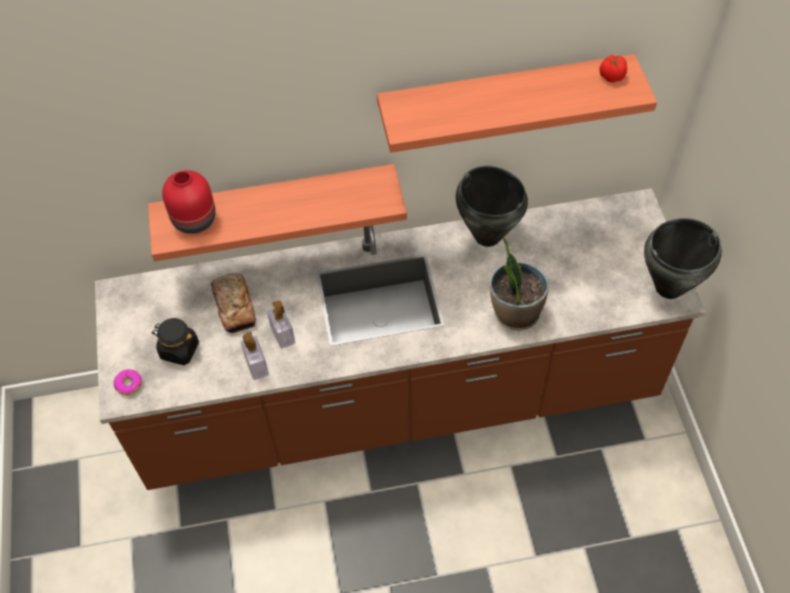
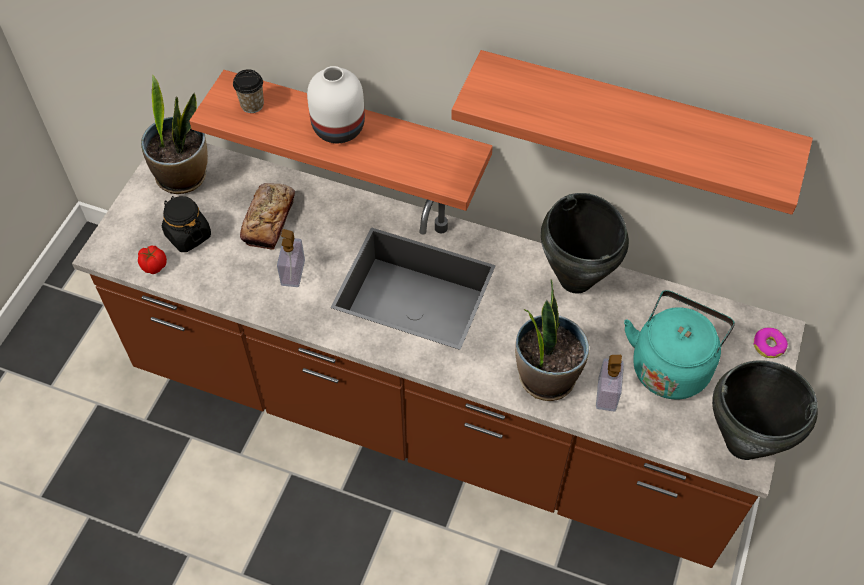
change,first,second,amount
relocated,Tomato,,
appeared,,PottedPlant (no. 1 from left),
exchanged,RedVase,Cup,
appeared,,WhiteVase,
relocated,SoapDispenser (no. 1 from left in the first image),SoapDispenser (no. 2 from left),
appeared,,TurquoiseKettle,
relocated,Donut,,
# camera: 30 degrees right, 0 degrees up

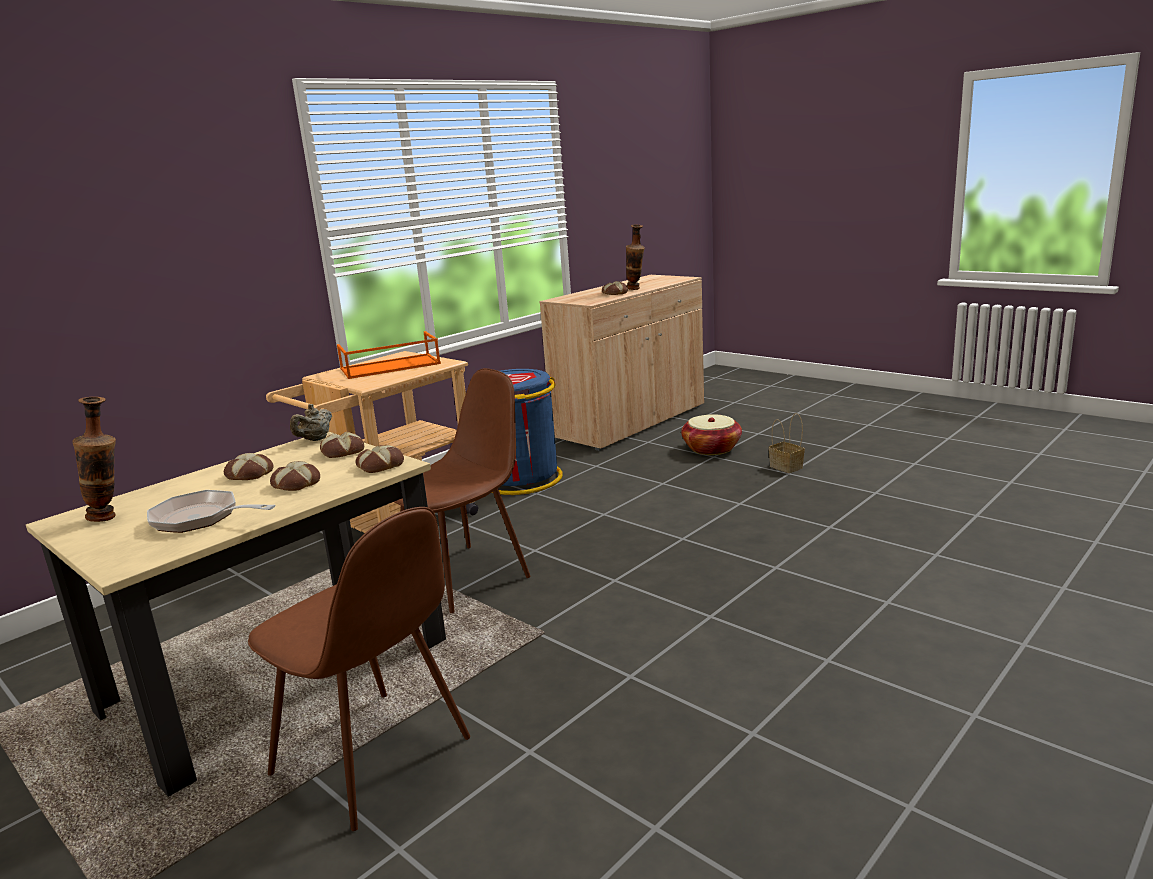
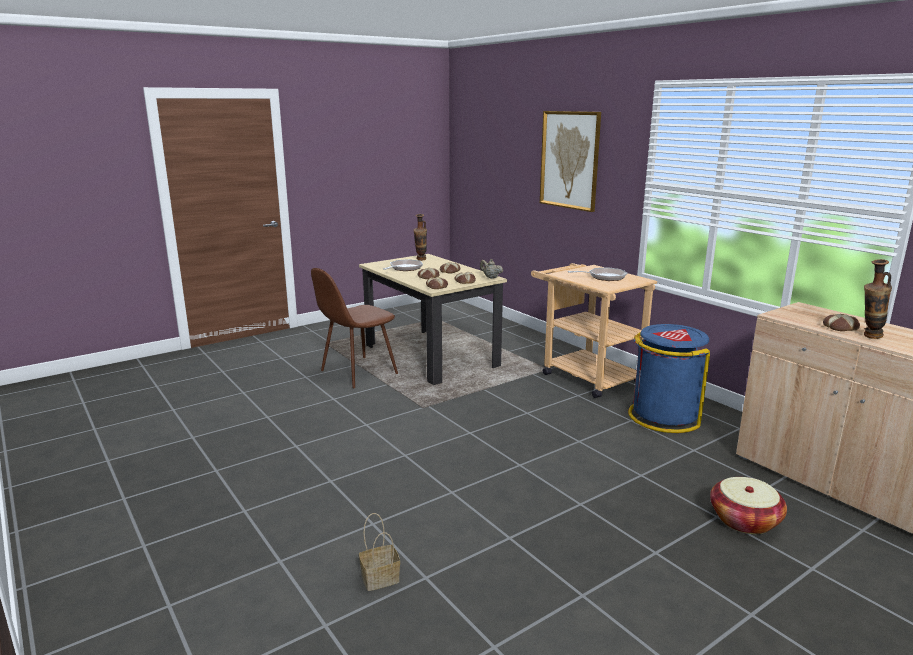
change,first,second,amount
relocated,Basket (no. 2 from left in the first image),Basket (no. 1 from left),
appeared,,Picture,
exchanged,OrangeTray,FryingPan (no. 2 from left),
missing,BrownChair (no. 2 from left),,
# camera: 100 degrees right, 0 degrees up

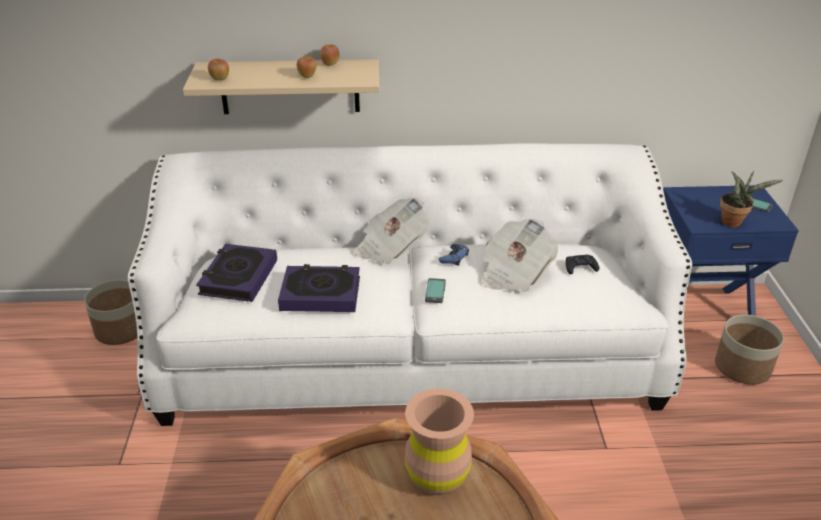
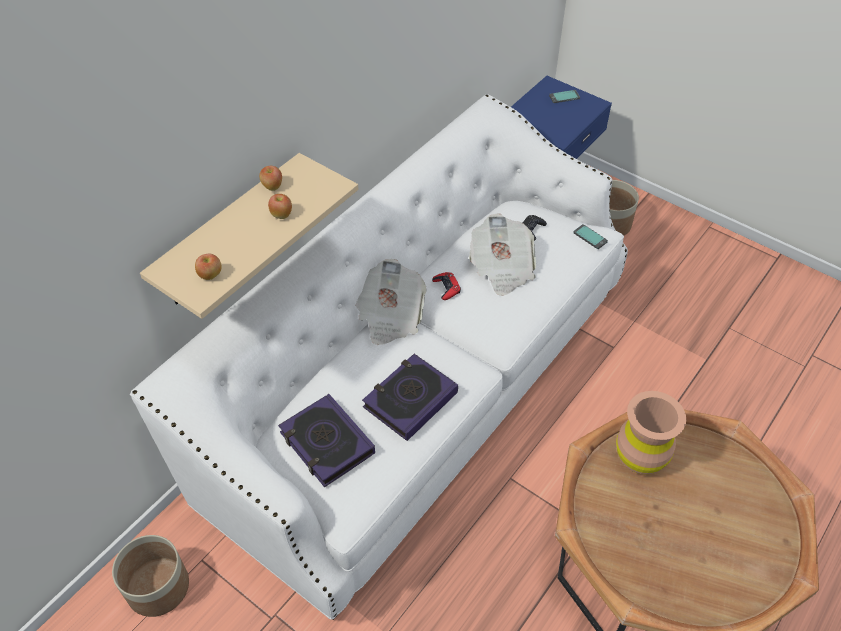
change,first,second,amount
colour,BlueGameController,RedGameController,
relocated,Phone (no. 1 from left in the first image),Phone (no. 2 from left),
missing,PottedPlant,,
# camera: 50 degrees left, 15 degrees up

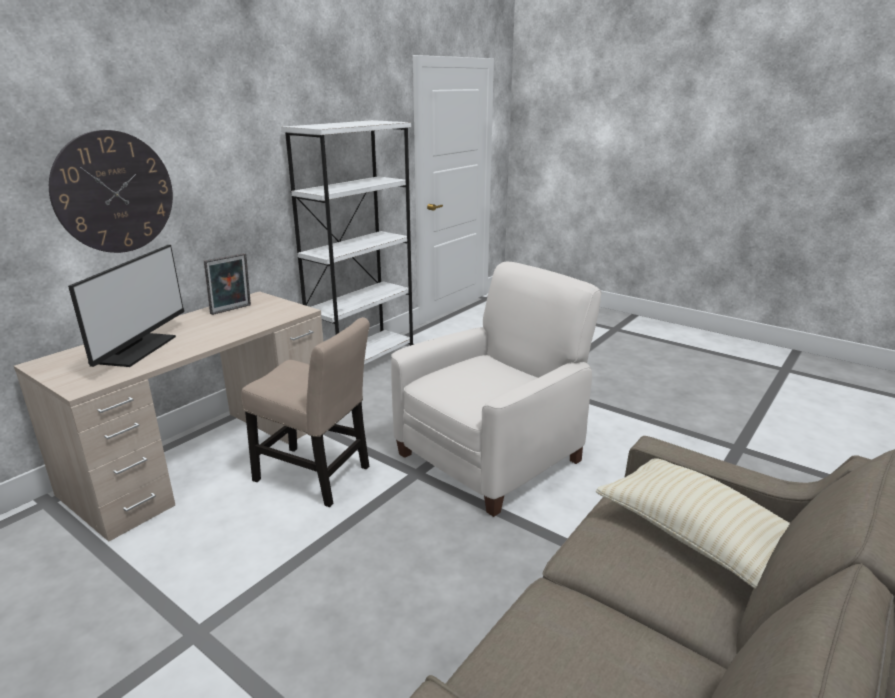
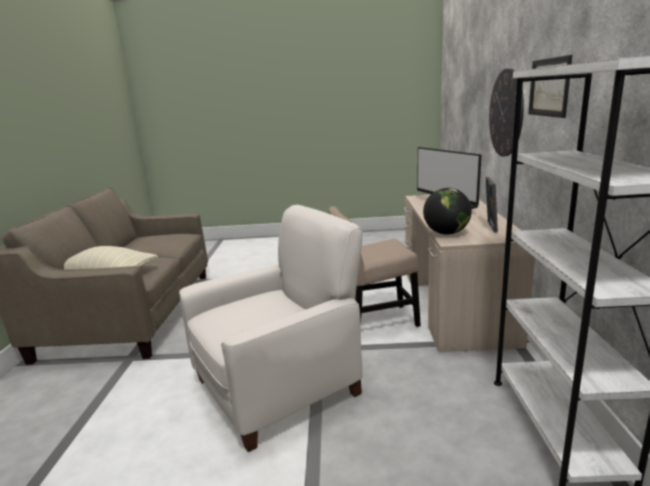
change,first,second,amount
spun,WhiteArmchair,,135 degrees counterclockwise
appeared,,Globe,
appeared,,Picture,
# camera: 145 degrees right, 5 degrees down

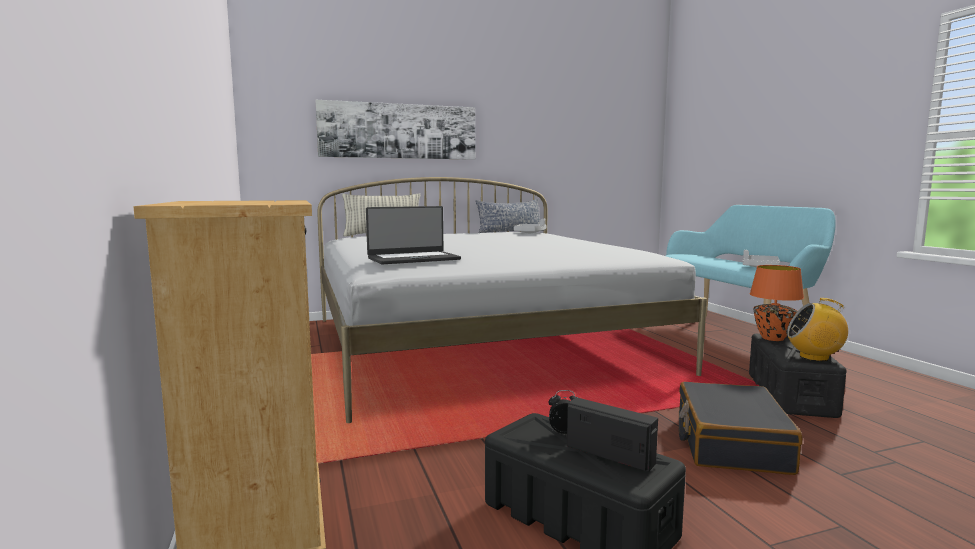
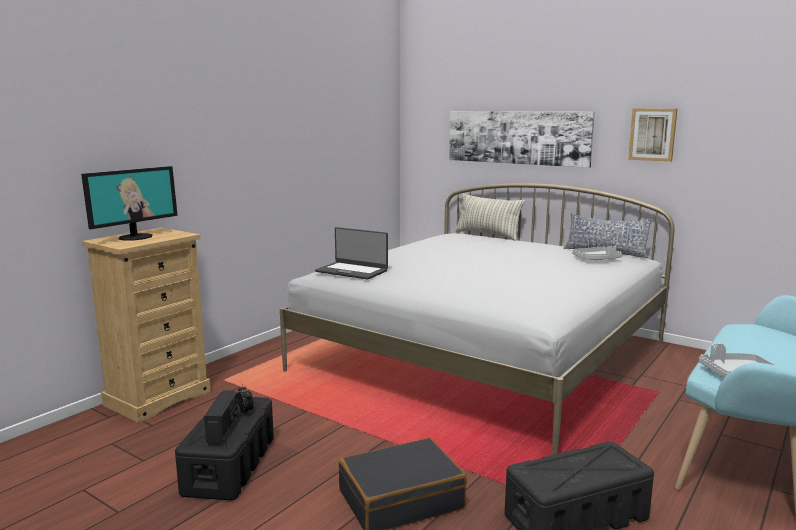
change,first,second,amount
appeared,,Monitor,
appeared,,Picture (no. 2 from left),
missing,OrangeTableLamp,,
missing,Radio (no. 2 from left),,
# camera: 55 degrees right, 5 degrees up

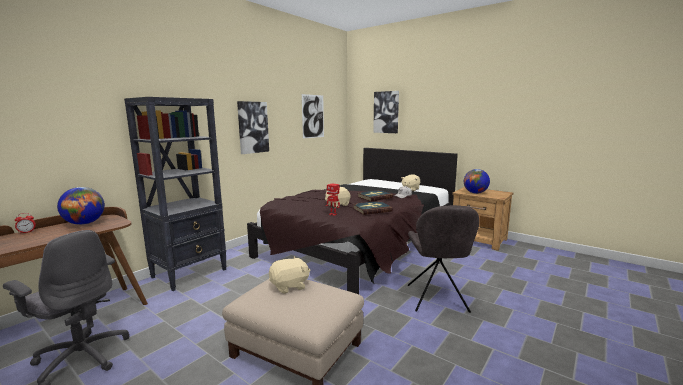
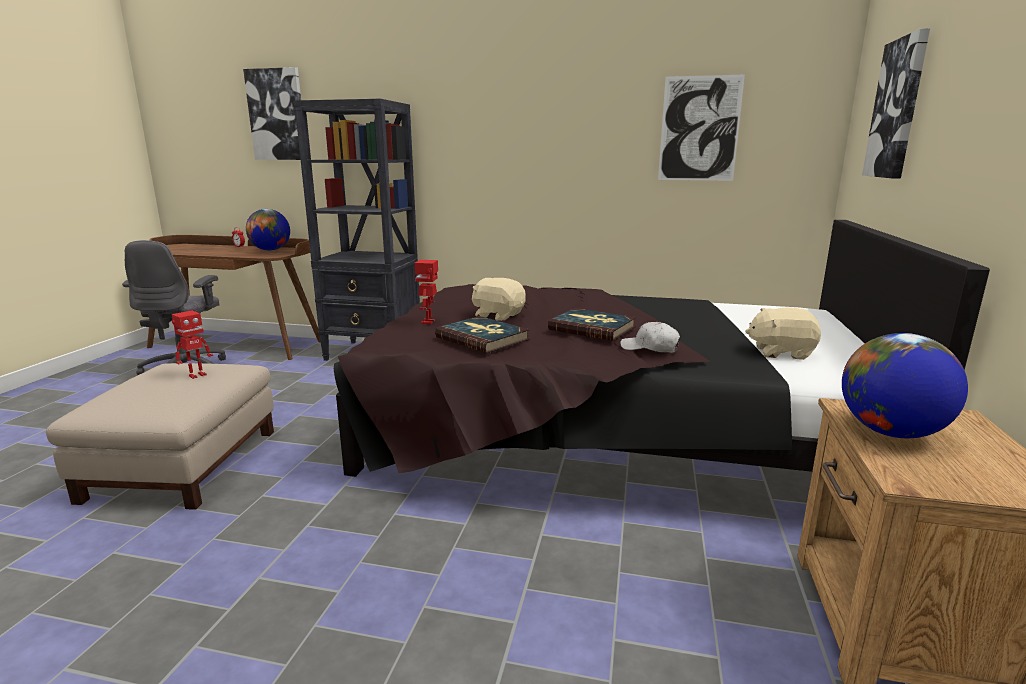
change,first,second,amount
exchanged,BeigePlushToy (no. 1 from left),ToyRobot (no. 1 from left),
relocated,Picture (no. 1 from left),,
missing,GreyChair,,
# camera: 65 degrees right, 5 degrees up

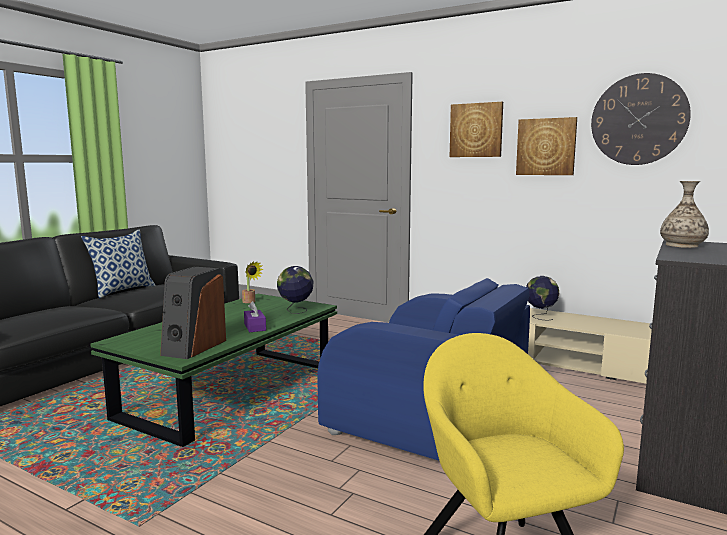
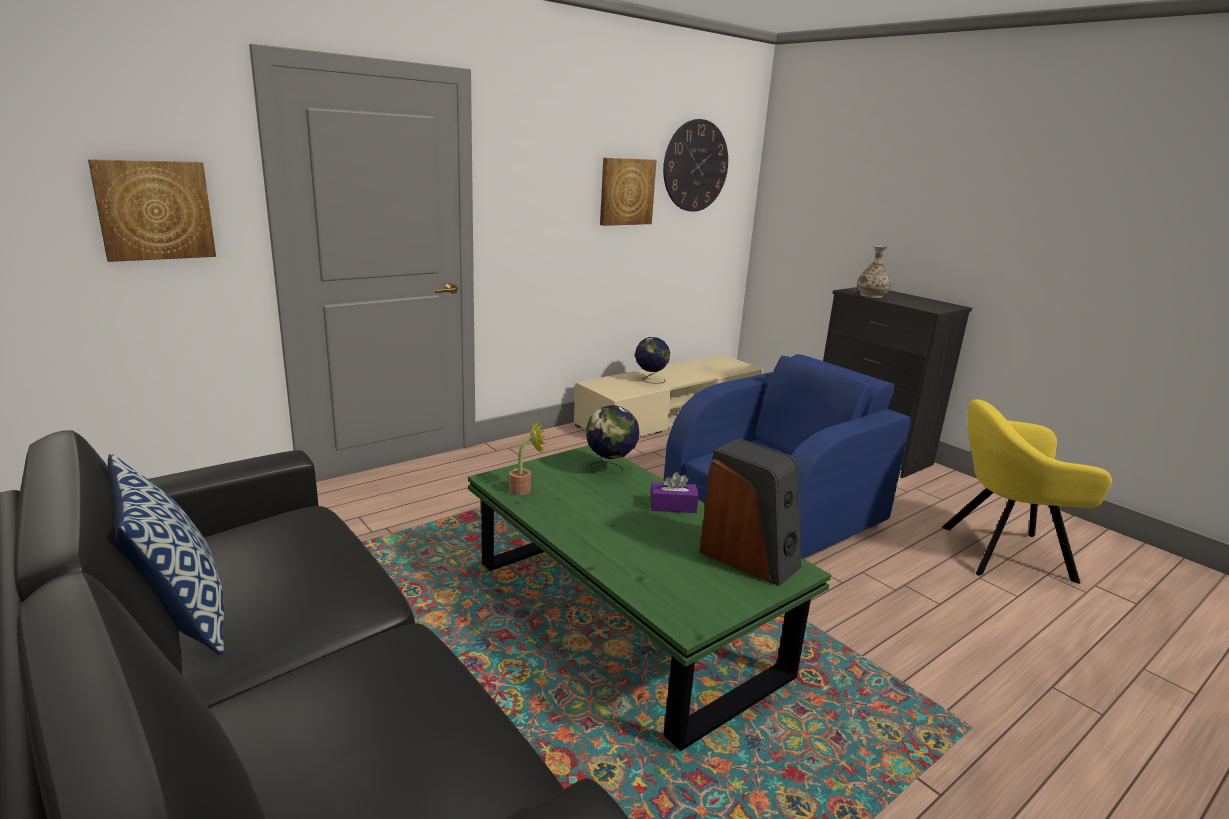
change,first,second,amount
relocated,Picture (no. 1 from left),,
# camera: 70 degrees left, 10 degrees up

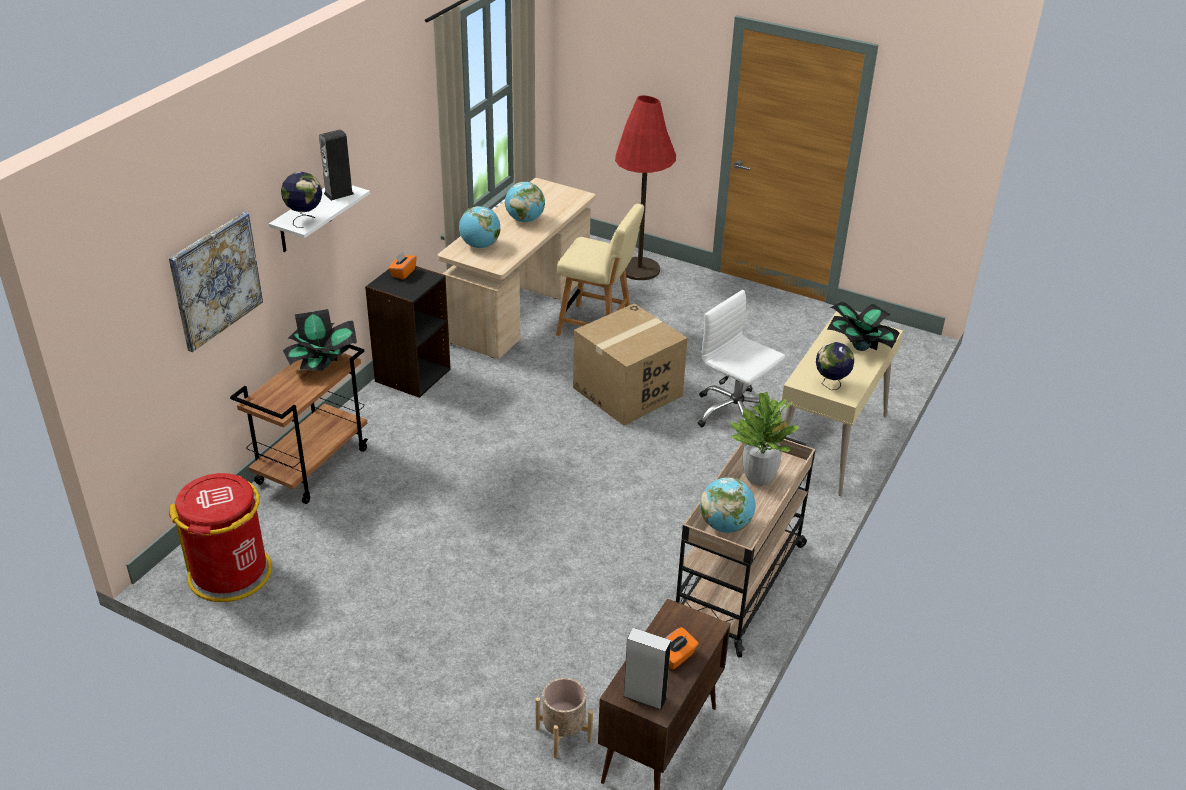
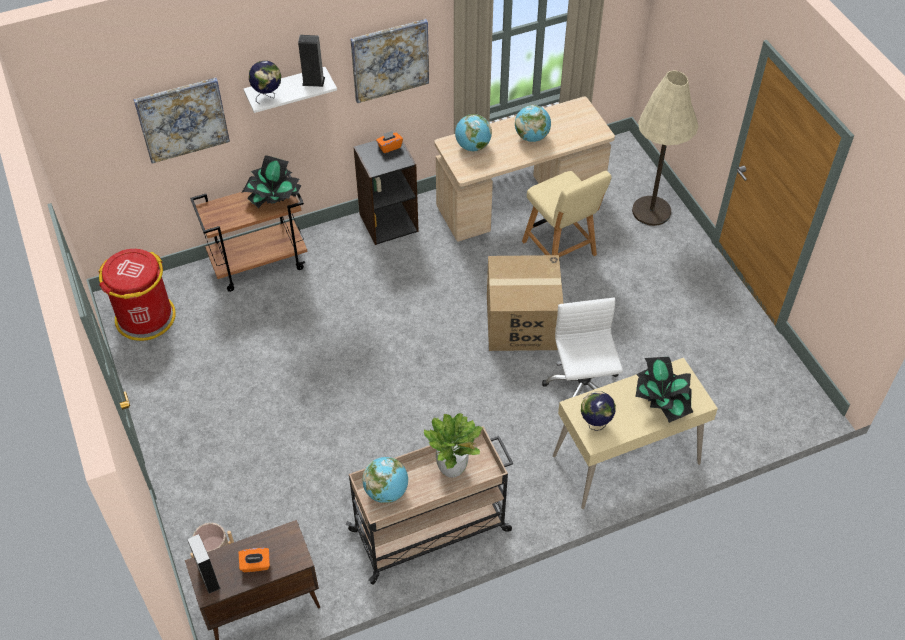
change,first,second,amount
appeared,,Picture (no. 2 from left),
colour,RedFloorLamp,BeigeFloorLamp,
# camera: 40 degrees right, 15 degrees up

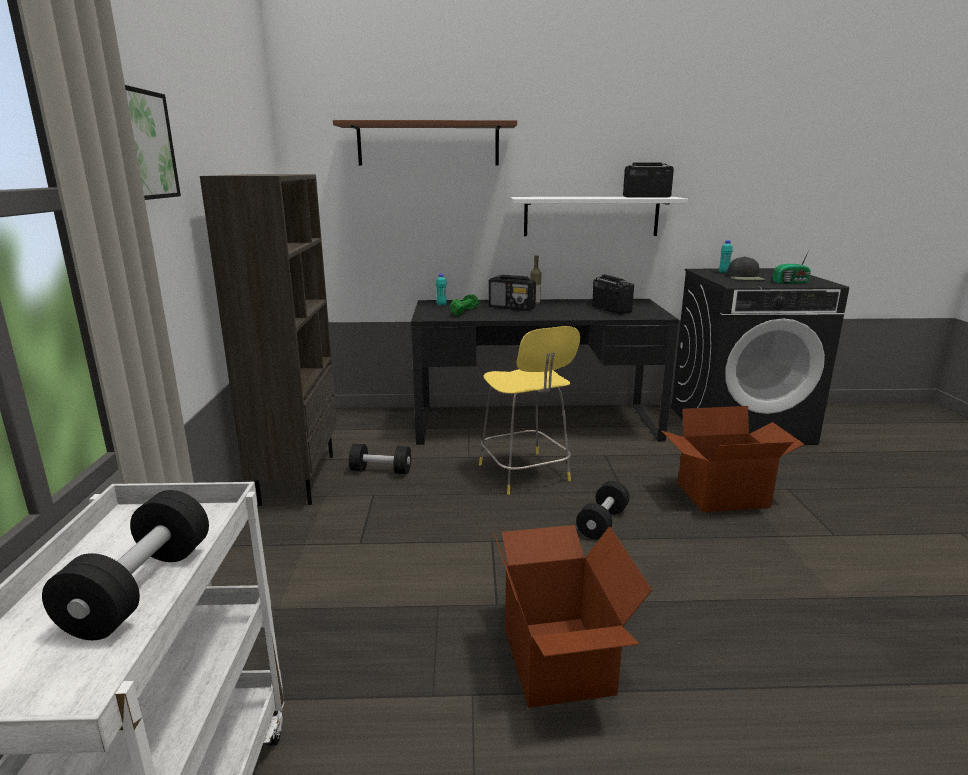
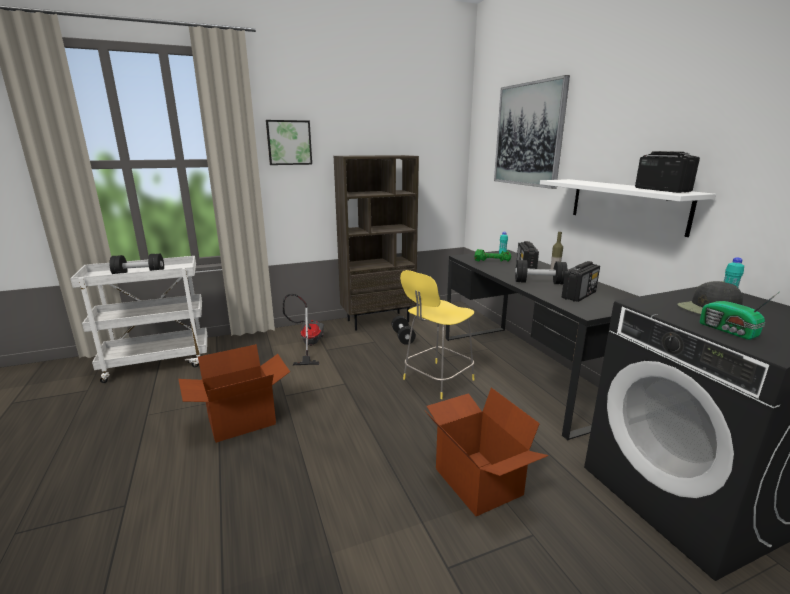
change,first,second,amount
appeared,,VacuumCleaner,
exchanged,BrownShelf,Picture (no. 2 from left),
relocated,BlackDumbbell (no. 3 from left),,
# camera: 70 degrees right, 0 degrees up

